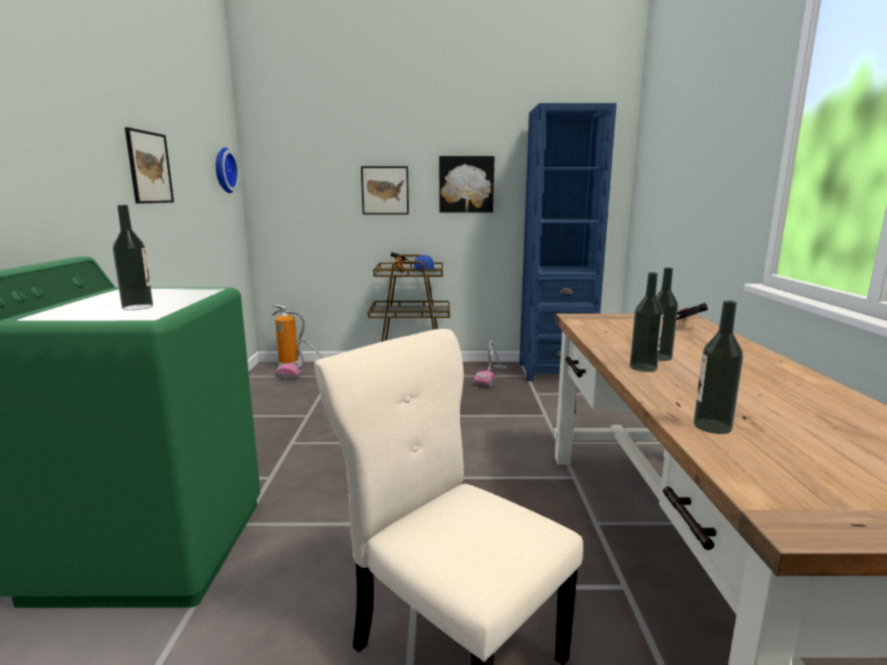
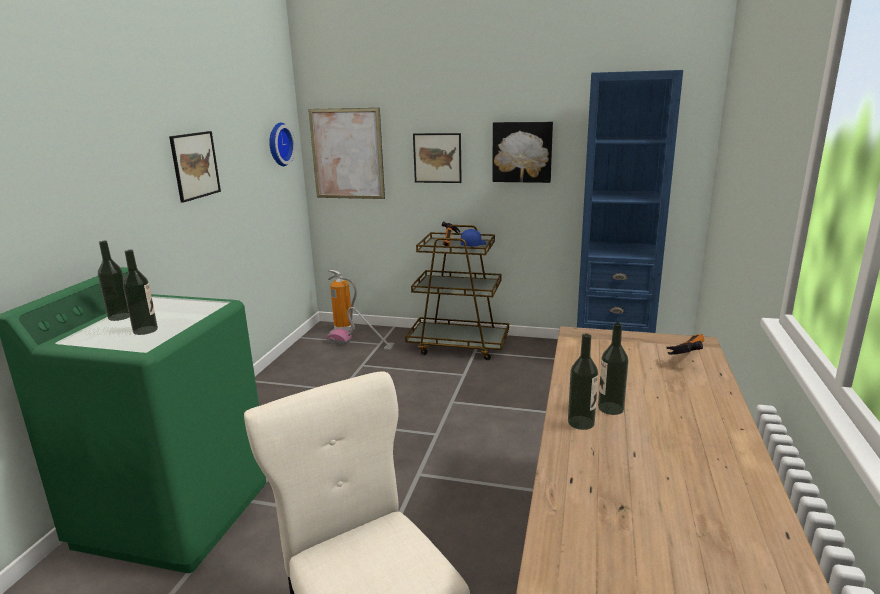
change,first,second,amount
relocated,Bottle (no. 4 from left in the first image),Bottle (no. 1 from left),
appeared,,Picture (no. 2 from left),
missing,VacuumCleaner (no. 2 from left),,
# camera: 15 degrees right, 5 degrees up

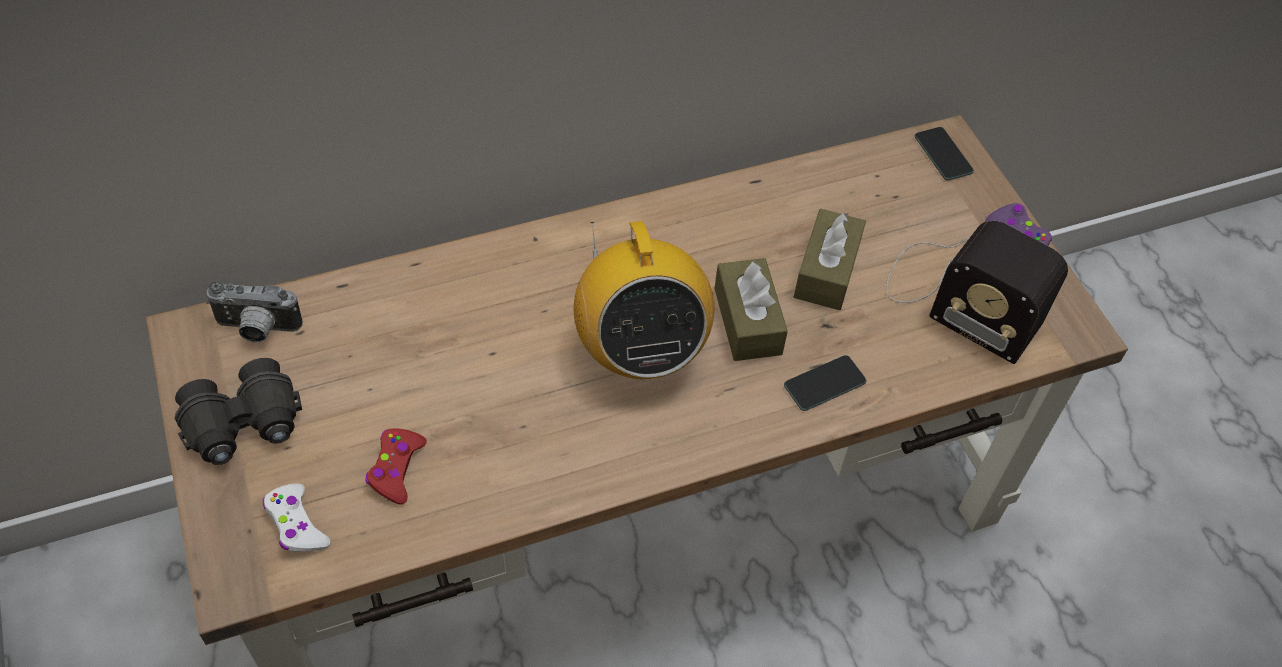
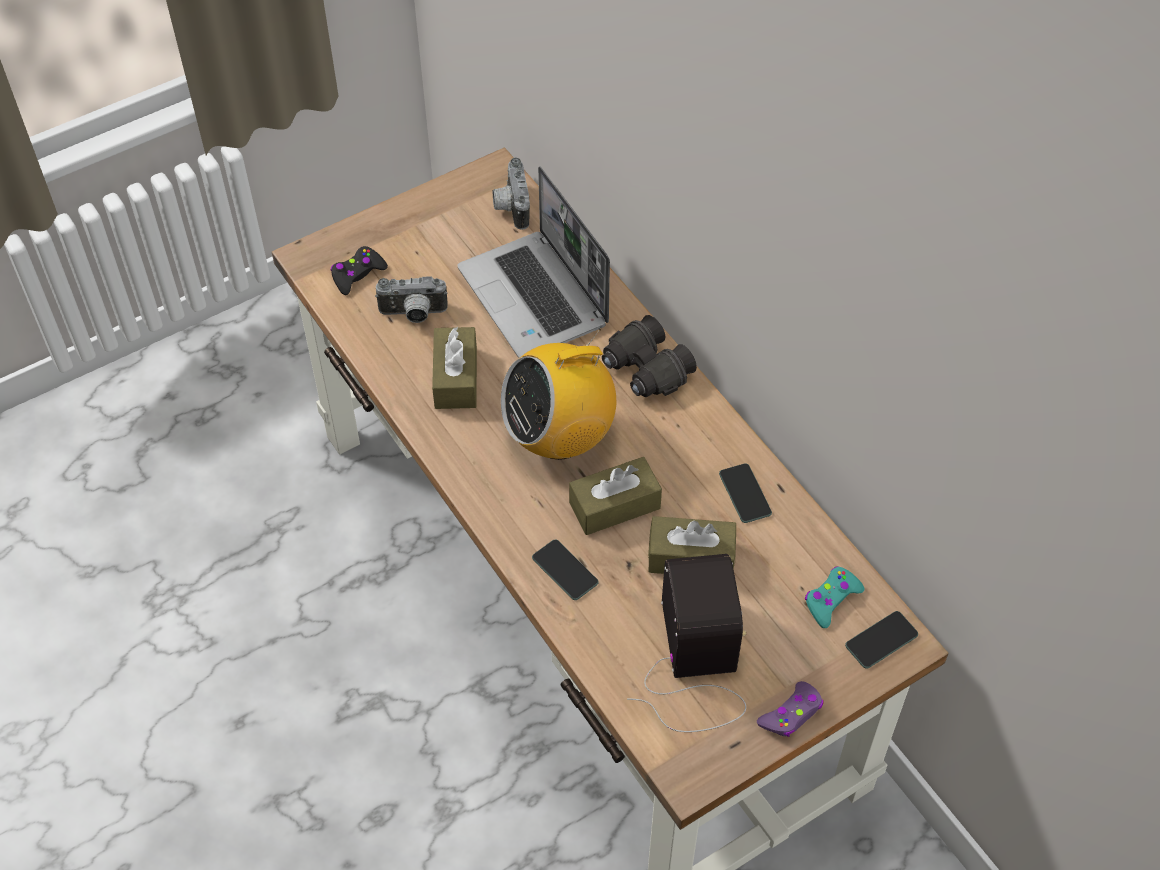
change,first,second,amount
colour,WhiteGameController,BlackGameController,
exchanged,RedGameController,PhotoCamera (no. 1 from left),
appeared,,BrownTissueBox (no. 1 from left),
appeared,,Laptop,
relocated,BlackBinoculars,,
spun,Radio (no. 2 from left),,150 degrees clockwise
appeared,,Phone (no. 2 from left),
appeared,,TurquoiseGameController,
# camera: 80 degrees right, 0 degrees up

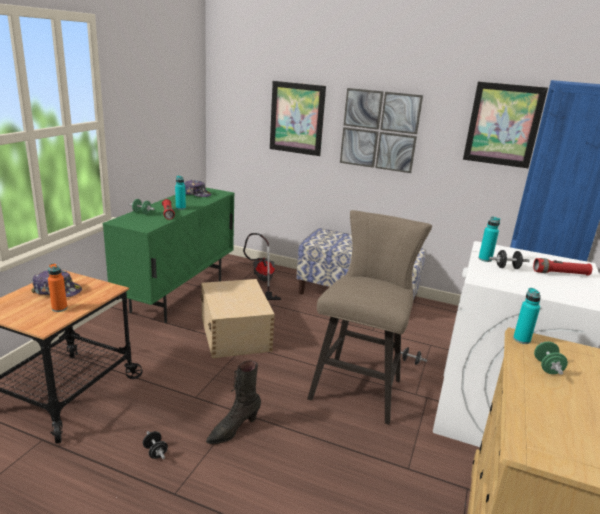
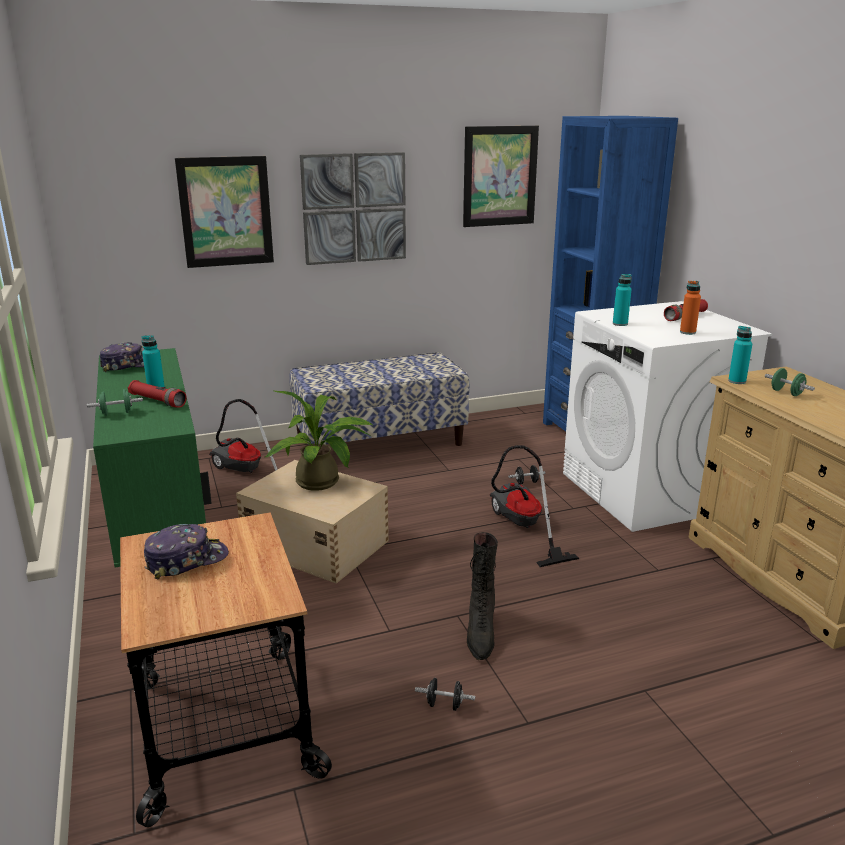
change,first,second,amount
appeared,,PottedPlant,
exchanged,BeigeStool,VacuumCleaner (no. 2 from left),
relocated,OrangeBottle,,
missing,BlackDumbbell (no. 3 from left),,
# camera: 40 degrees left, 0 degrees up

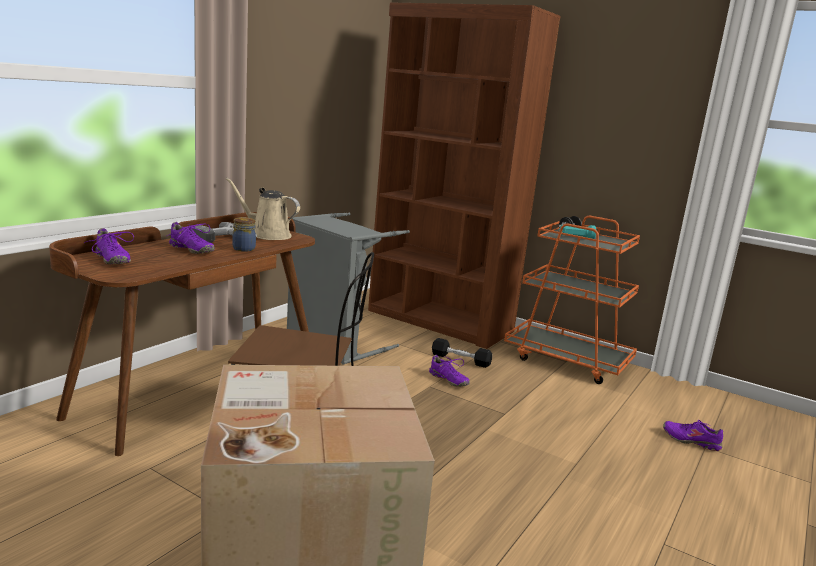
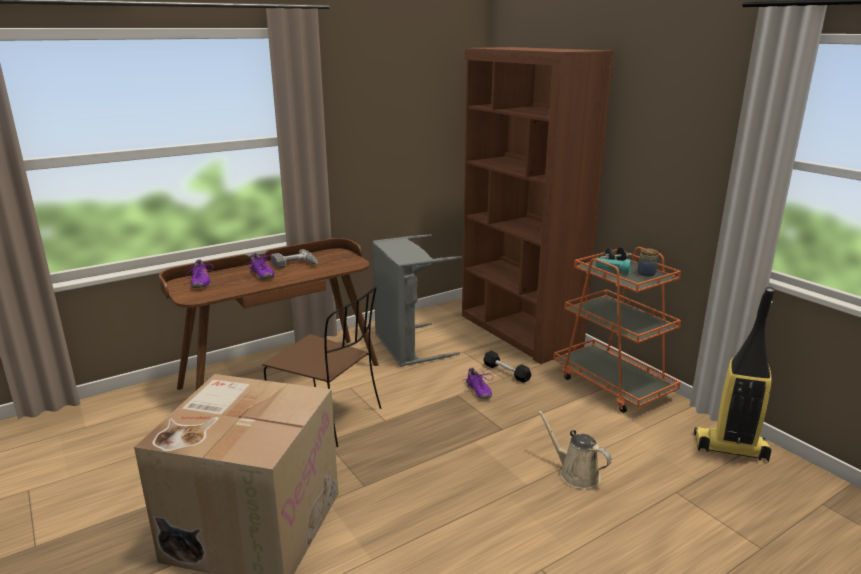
change,first,second,amount
relocated,BeigeWateringCan,,
relocated,Jar,,
appeared,,VacuumCleaner,
missing,PurpleShoe (no. 4 from left),,
# camera: 25 degrees right, 5 degrees up

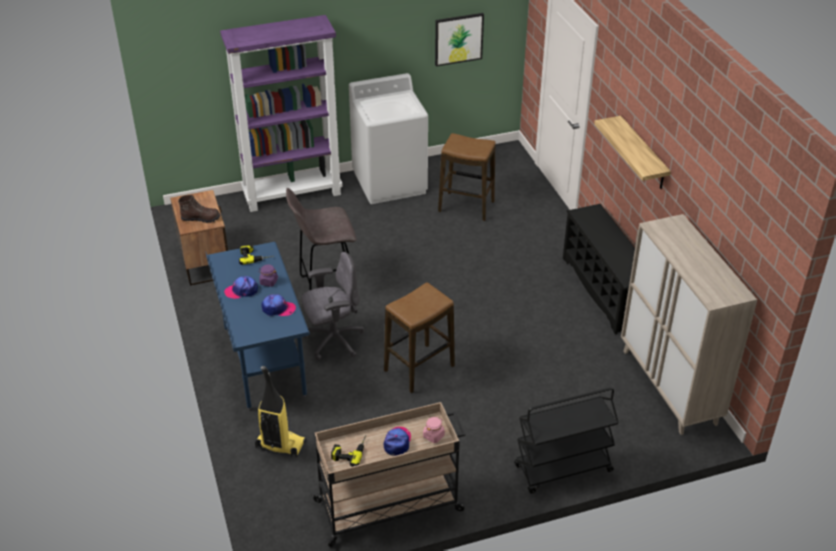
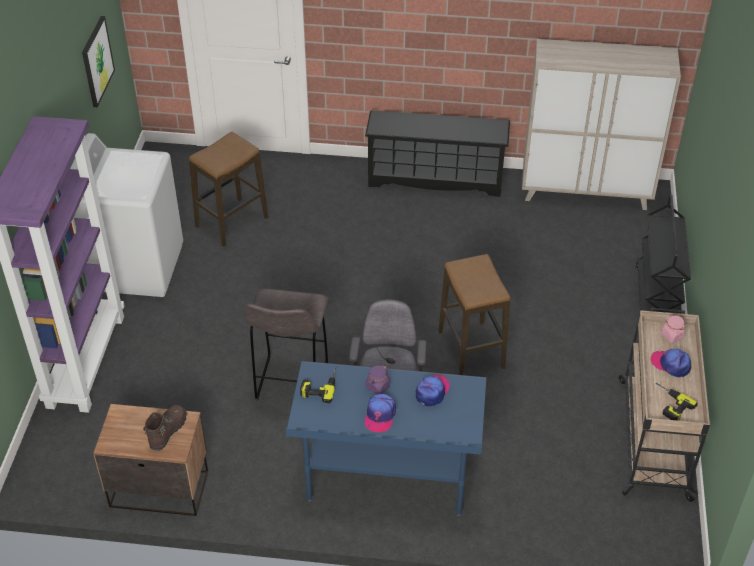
change,first,second,amount
missing,VacuumCleaner,,
missing,Shelf,,
# camera: 65 degrees left, 5 degrees up

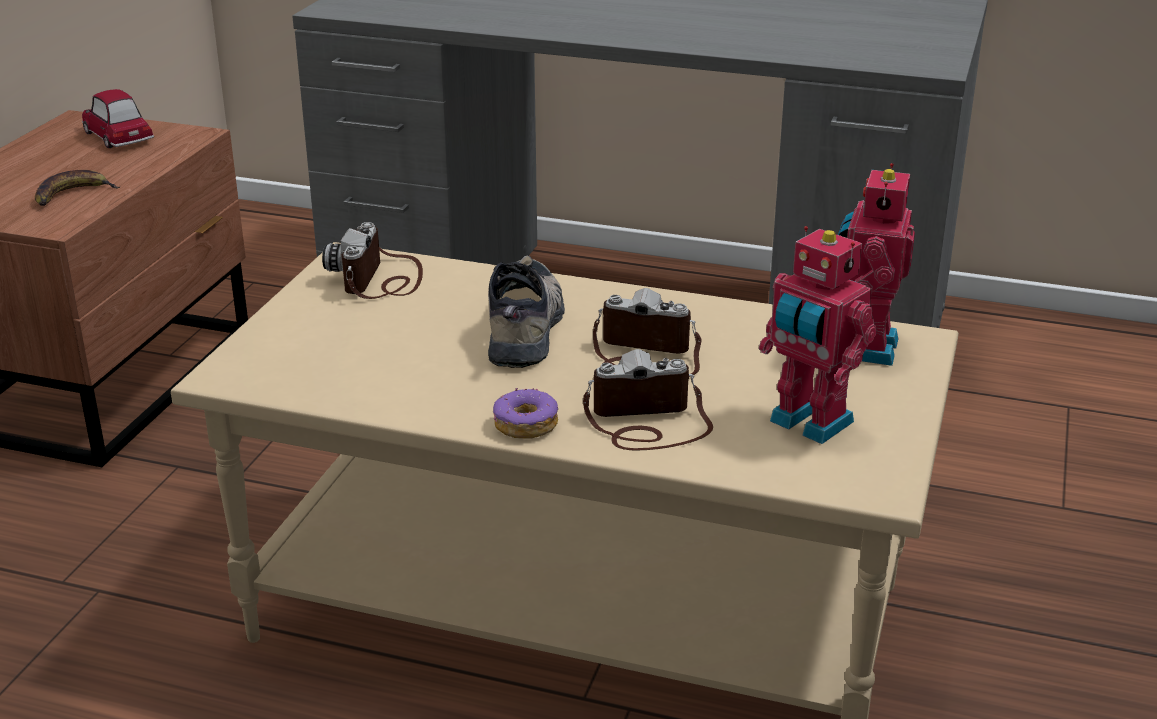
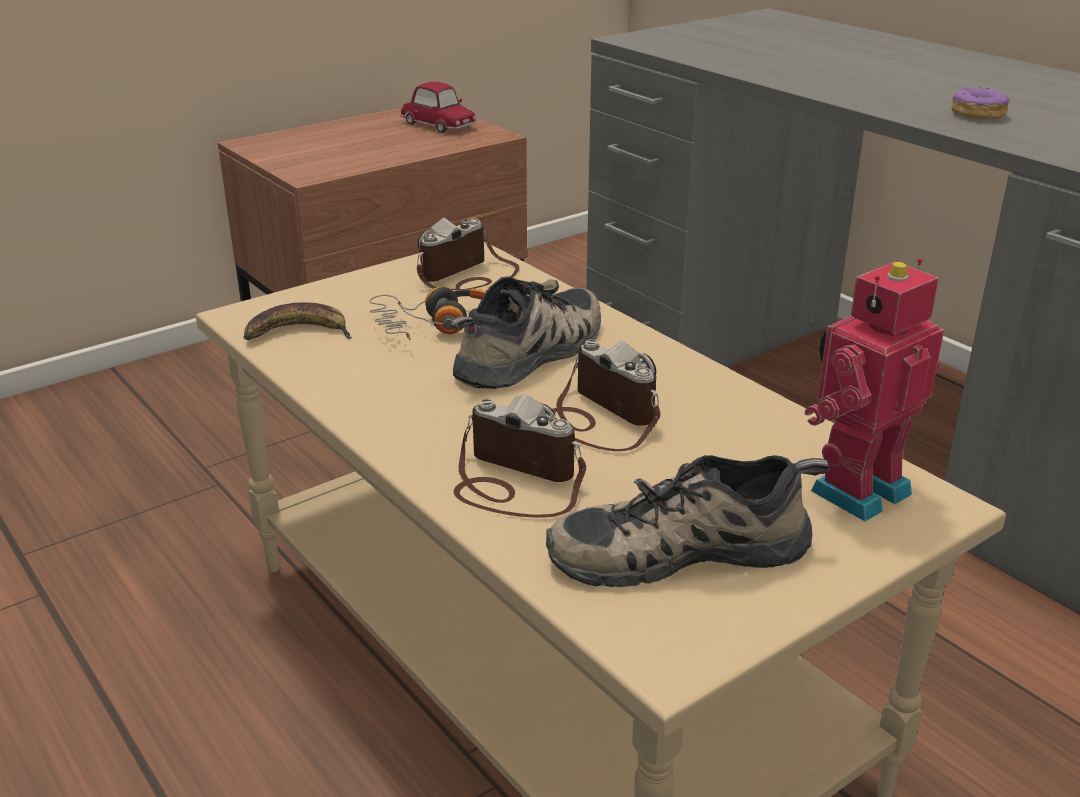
change,first,second,amount
relocated,Banana,,
appeared,,Headphones,
spun,ToyCar,,135 degrees clockwise
exchanged,ToyRobot (no. 1 from left),Shoe (no. 2 from left),
relocated,Donut,,
# camera: 35 degrees right, 0 degrees up

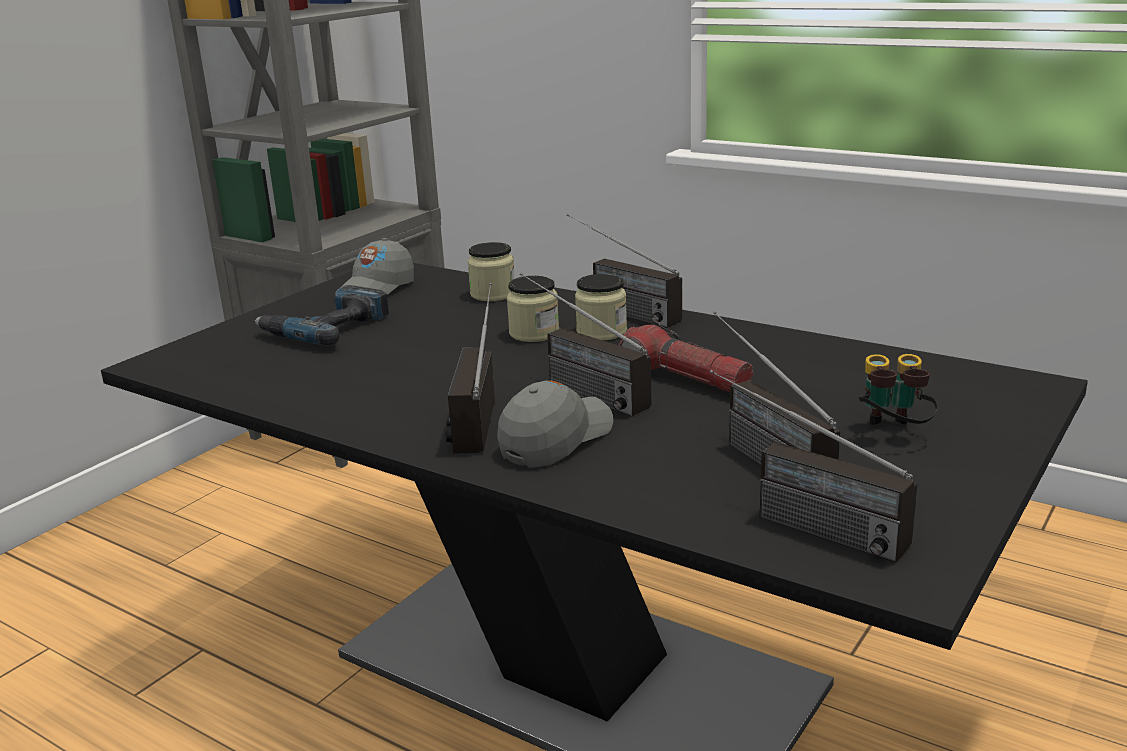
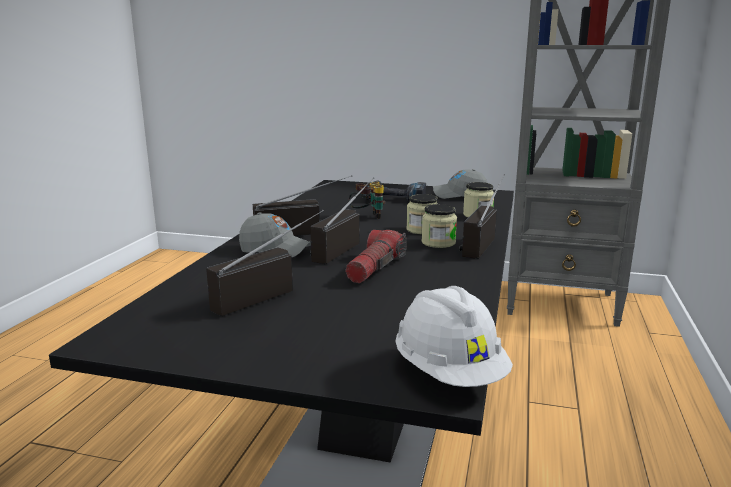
change,first,second,amount
relocated,Binoculars,,
appeared,,WhiteHardHat,
missing,Radio (no. 5 from left),,
# camera: 70 degrees right, 5 degrees down

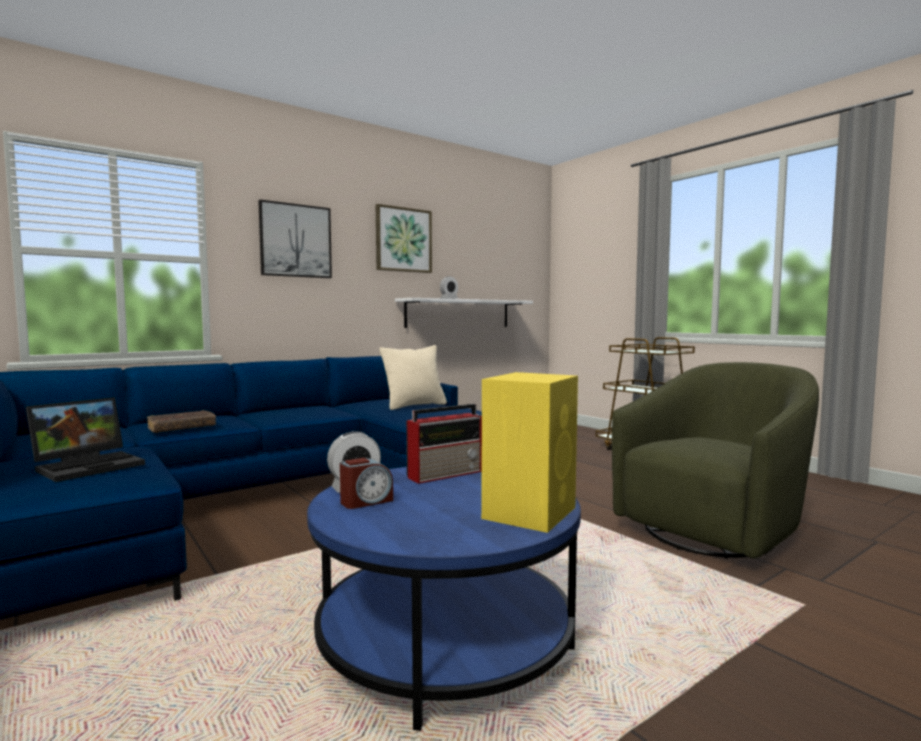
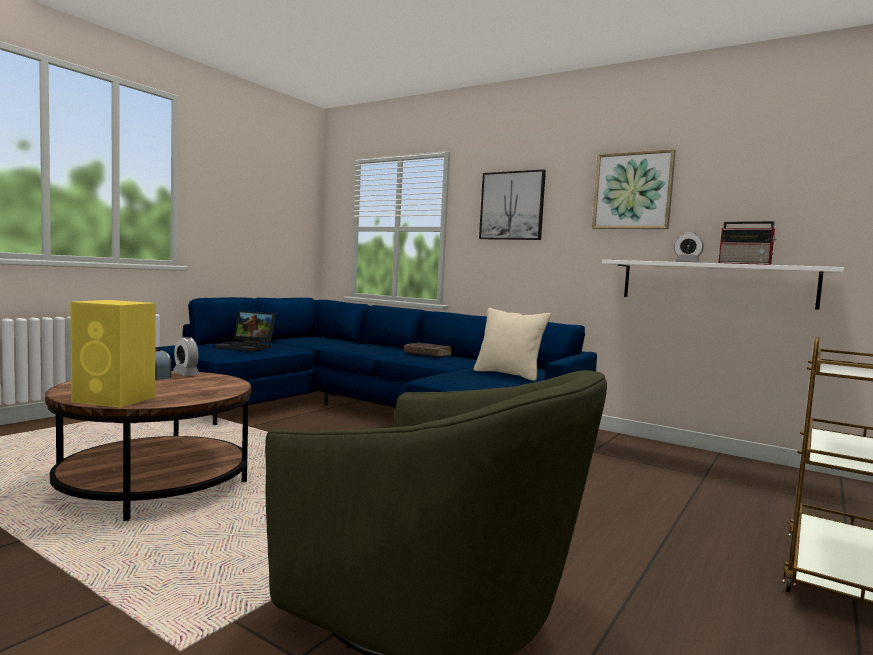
change,first,second,amount
colour,BlueCoffeeTable,BrownCoffeeTable,
relocated,BrownBook,,
relocated,Radio,,
# camera: 70 degrees right, 0 degrees up

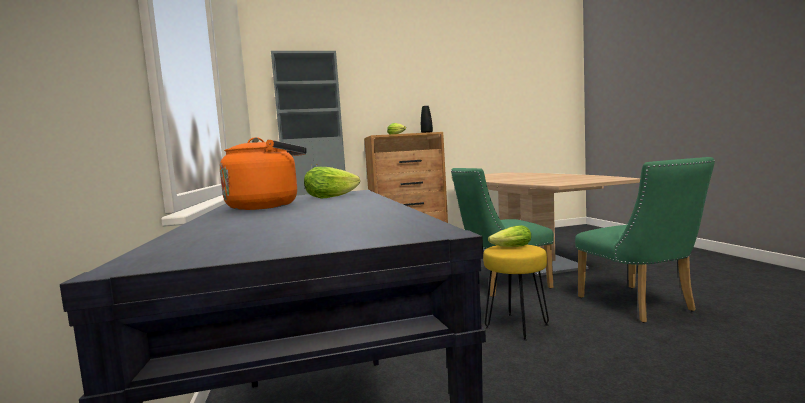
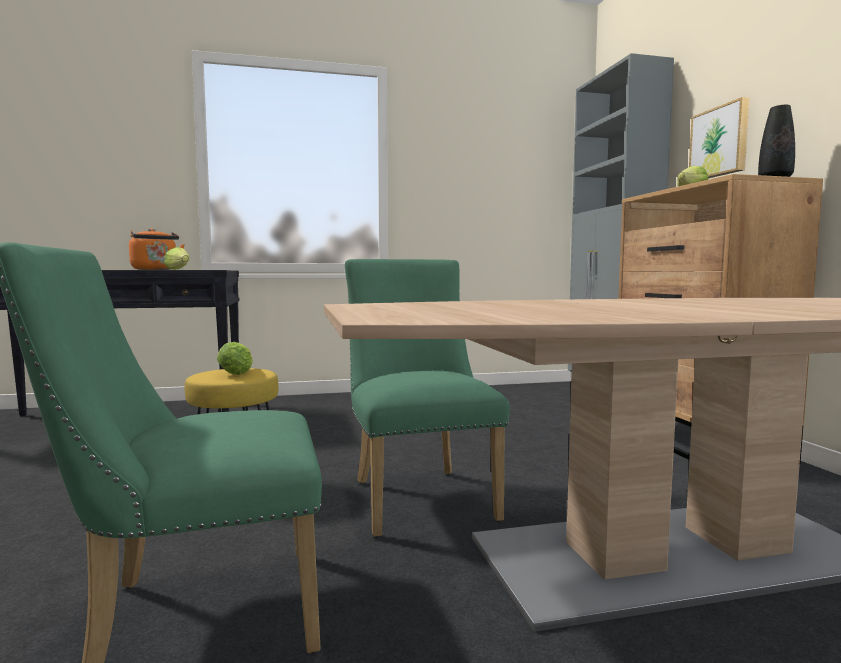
change,first,second,amount
appeared,,Picture,
# camera: 90 degrees right, 0 degrees up

